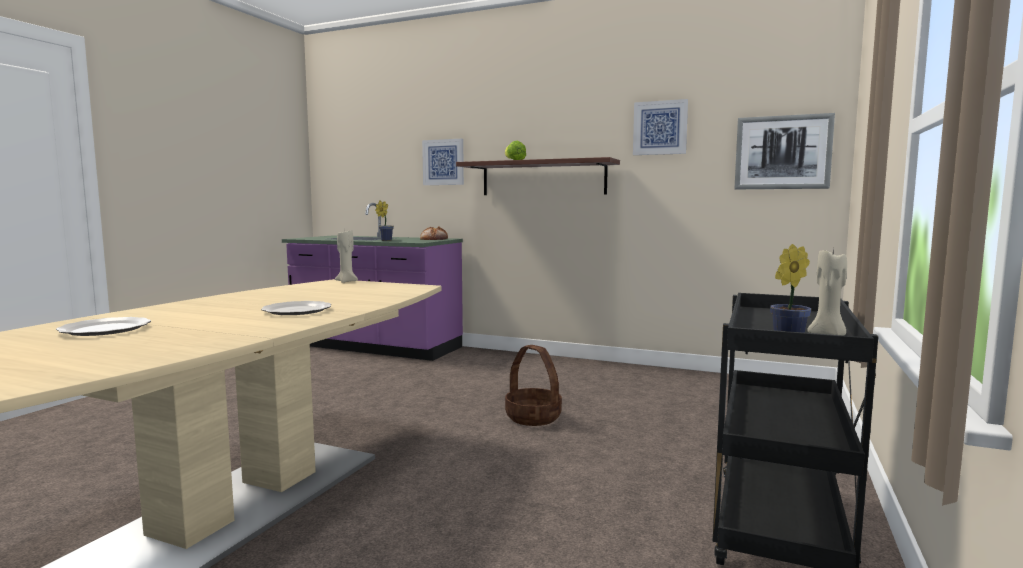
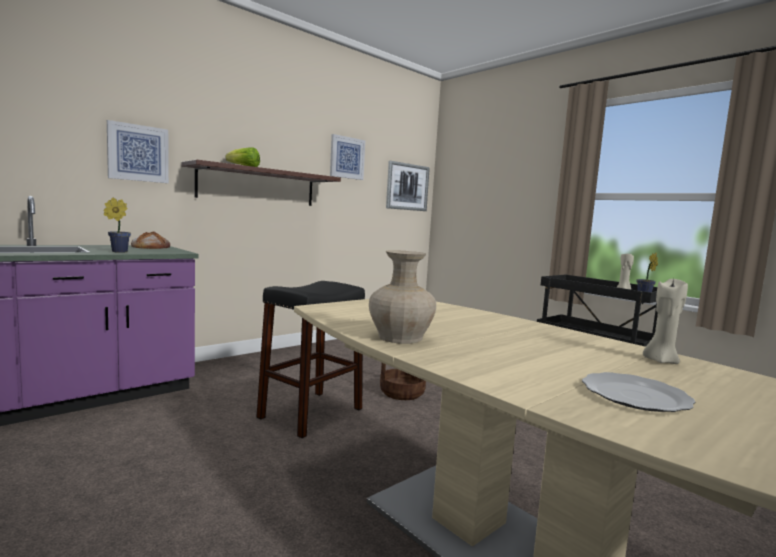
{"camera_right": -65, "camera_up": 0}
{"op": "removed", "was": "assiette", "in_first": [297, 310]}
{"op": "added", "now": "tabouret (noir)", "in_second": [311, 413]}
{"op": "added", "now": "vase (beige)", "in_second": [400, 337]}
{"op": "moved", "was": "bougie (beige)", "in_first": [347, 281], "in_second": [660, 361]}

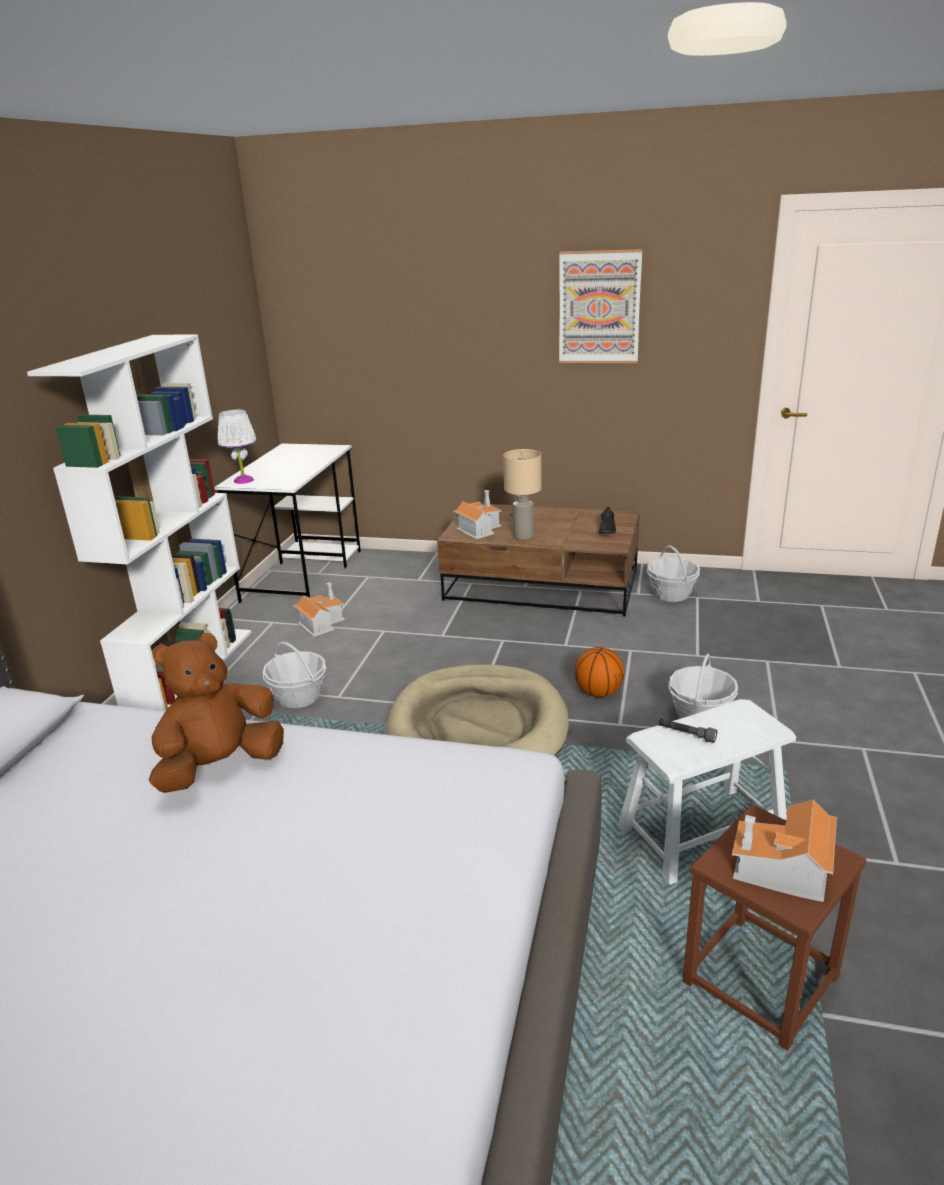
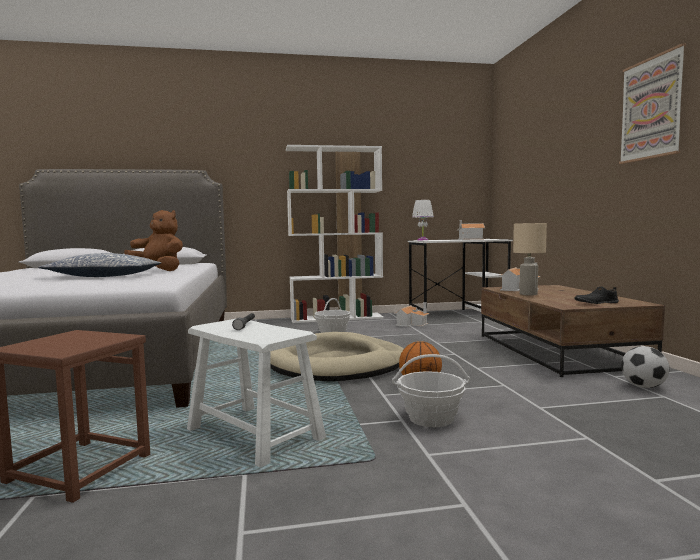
{"camera_right": 65, "camera_up": -20}
{"op": "added", "now": "coussin", "in_second": [103, 276]}
{"op": "moved", "was": "maison miniature", "in_first": [783, 870], "in_second": [468, 239]}
{"op": "replaced", "was": "panier", "now": "ballon de foot", "in_first": [671, 594], "in_second": [643, 386]}

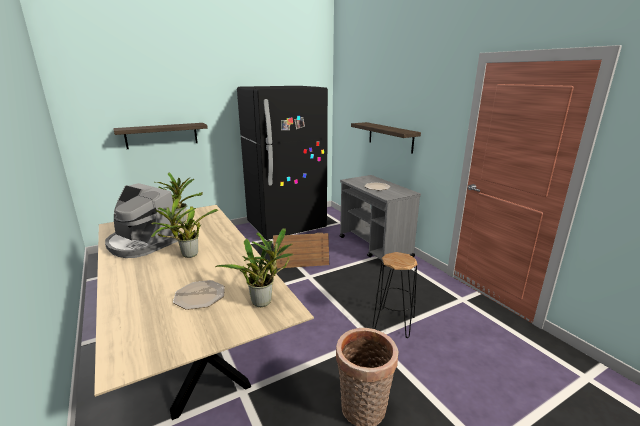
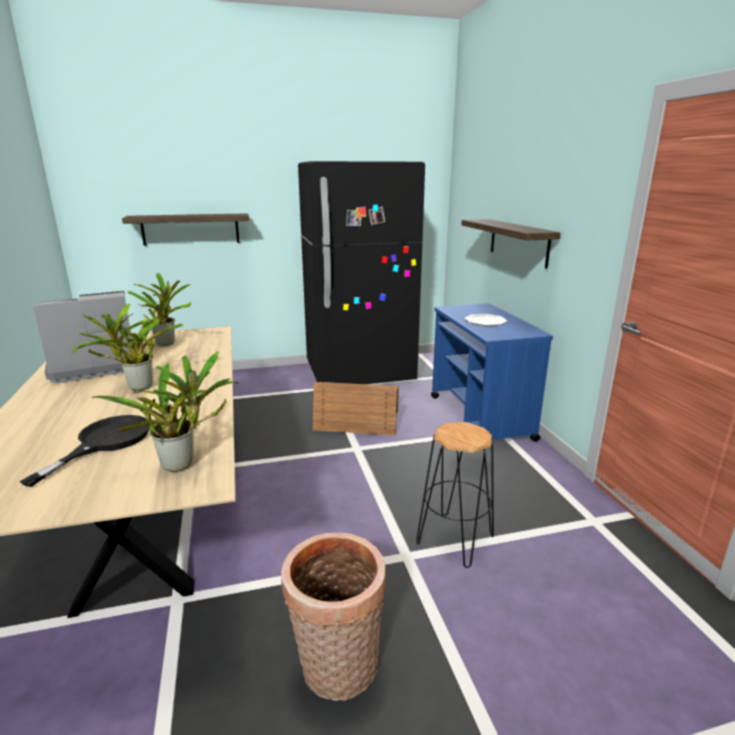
{"camera_right": 15, "camera_up": 0}
{"op": "replaced", "was": "assiette", "now": "poêle (noir)", "in_first": [199, 295], "in_second": [105, 442]}
{"op": "recoloured", "was": "chariot (gris)", "now": "chariot (bleu)", "in_first": [375, 247], "in_second": [480, 418]}
{"op": "turned", "was": "machine à café", "in_first": [141, 243], "in_second": [95, 366], "clockwise": 105}

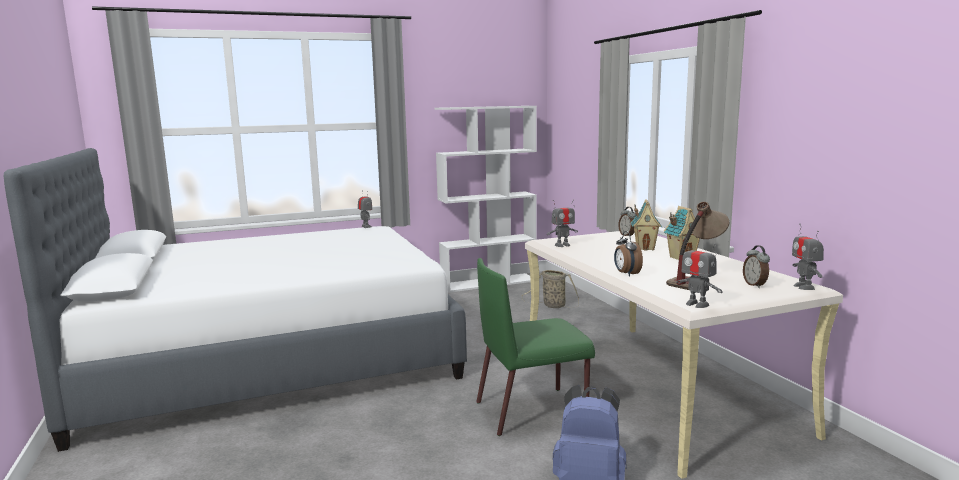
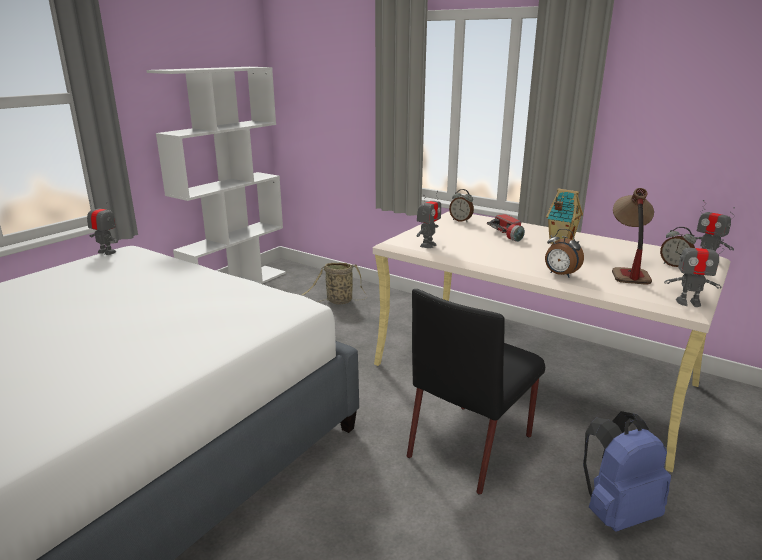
{"camera_right": -35, "camera_up": 10}
{"op": "replaced", "was": "maison miniature", "now": "lampe de poche", "in_first": [645, 248], "in_second": [507, 235]}
{"op": "recoloured", "was": "chaise (vert)", "now": "chaise (noir)", "in_first": [532, 410], "in_second": [471, 445]}

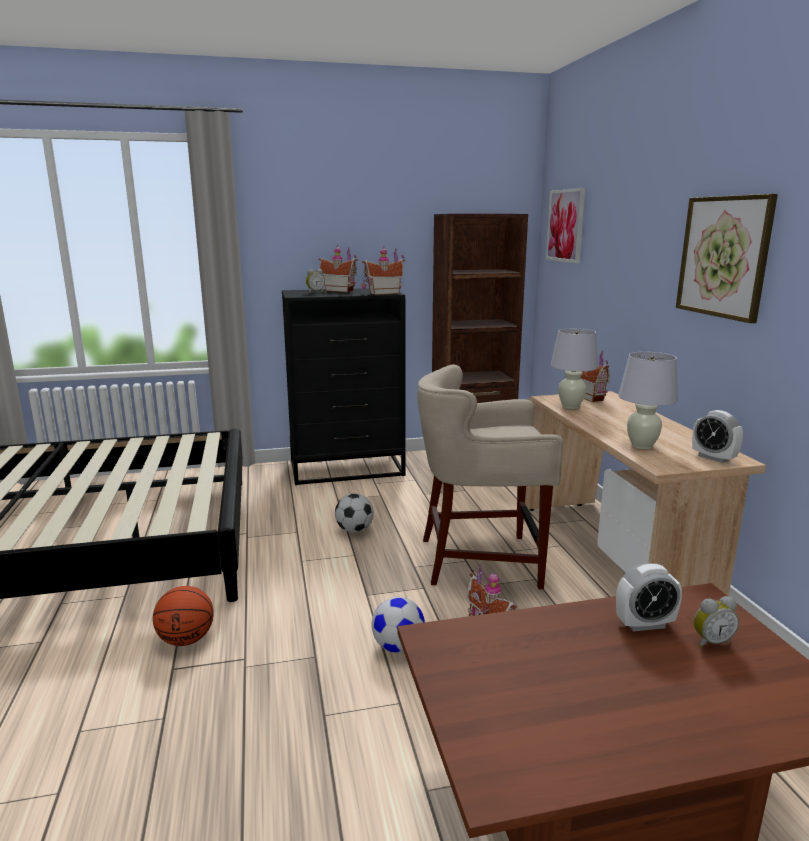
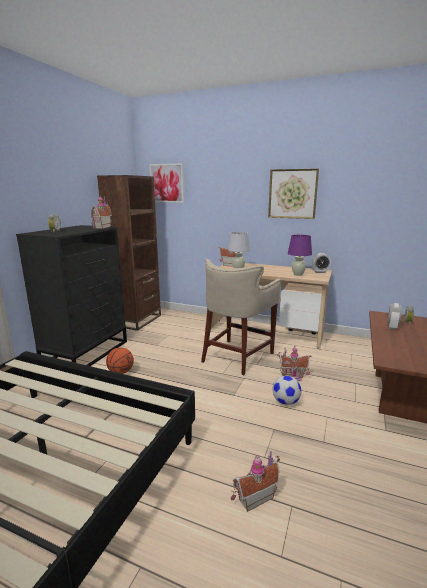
{"camera_right": -55, "camera_up": 0}
{"op": "removed", "was": "ballon de foot", "in_first": [354, 530]}
{"op": "moved", "was": "ballon de basket", "in_first": [186, 639], "in_second": [120, 372]}
{"op": "moved", "was": "maison miniature", "in_first": [340, 290], "in_second": [253, 497]}
{"op": "recoloured", "was": "lampe de table (blanc)", "now": "lampe de table (violet)", "in_first": [642, 446], "in_second": [298, 275]}

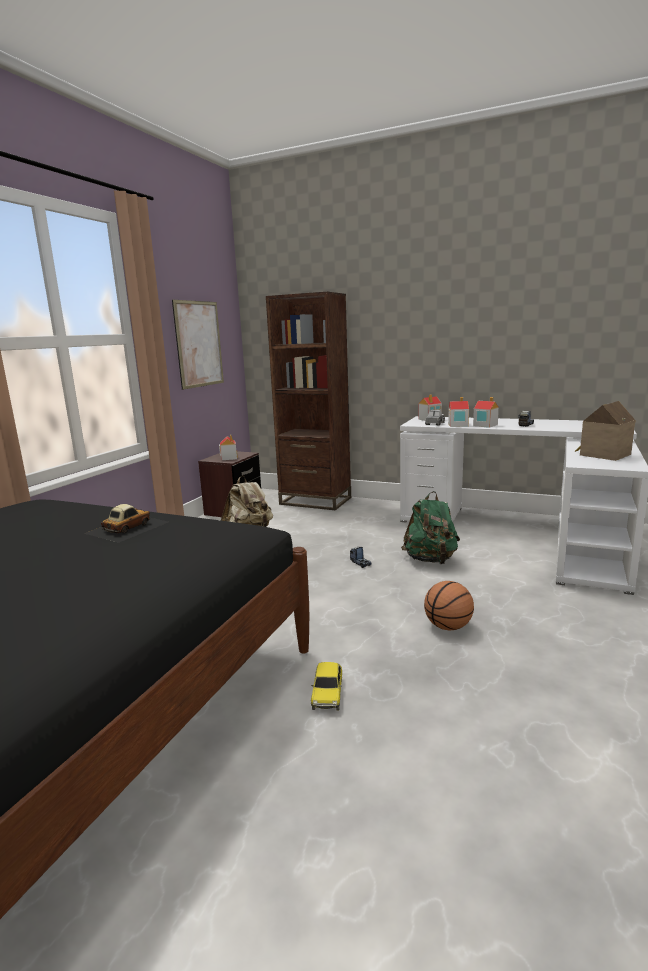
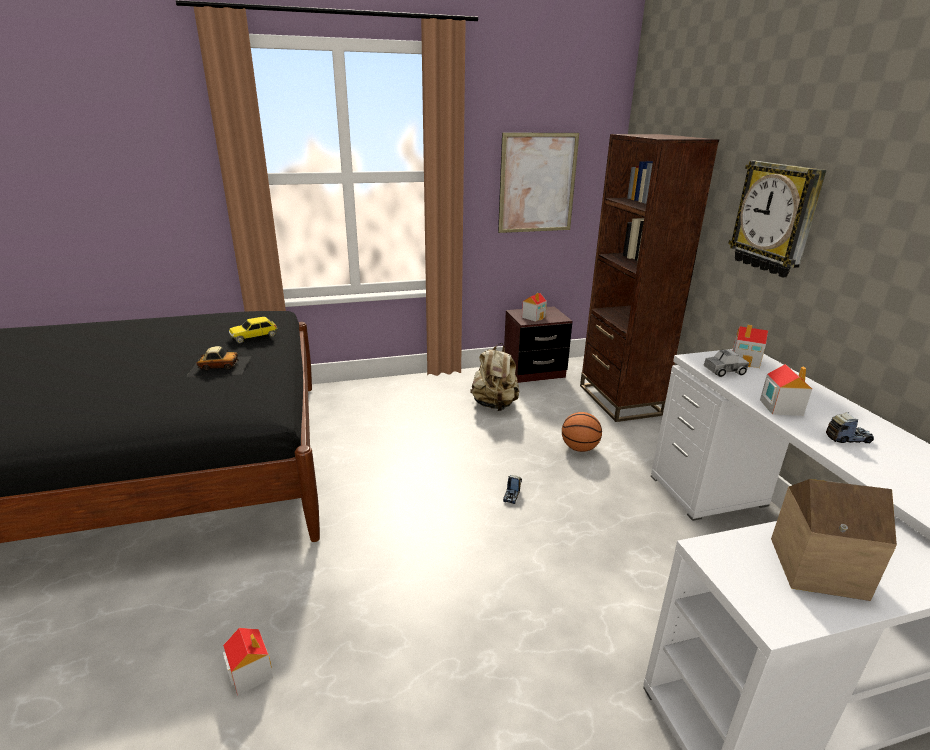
{"camera_right": 50, "camera_up": 10}
{"op": "removed", "was": "sac à dos (vert)", "in_first": [430, 560]}
{"op": "added", "now": "horloge murale", "in_second": [775, 218]}
{"op": "moved", "was": "petite voiture", "in_first": [327, 694], "in_second": [254, 336]}
{"op": "moved", "was": "ballon de basket", "in_first": [448, 627], "in_second": [579, 448]}
{"op": "moved", "was": "maison miniature", "in_first": [457, 425], "in_second": [250, 672]}

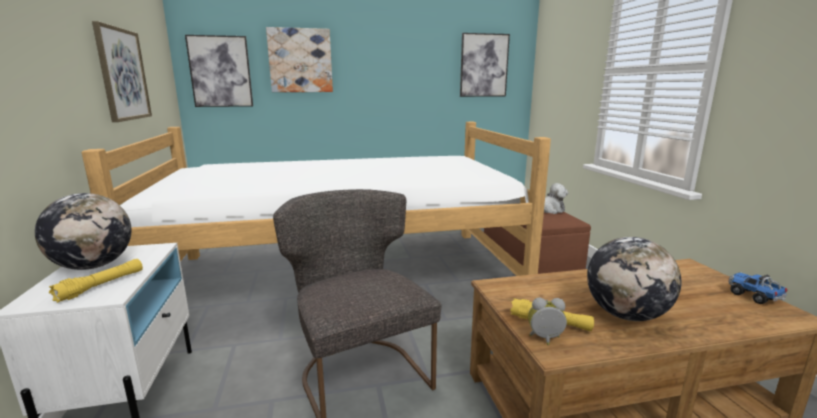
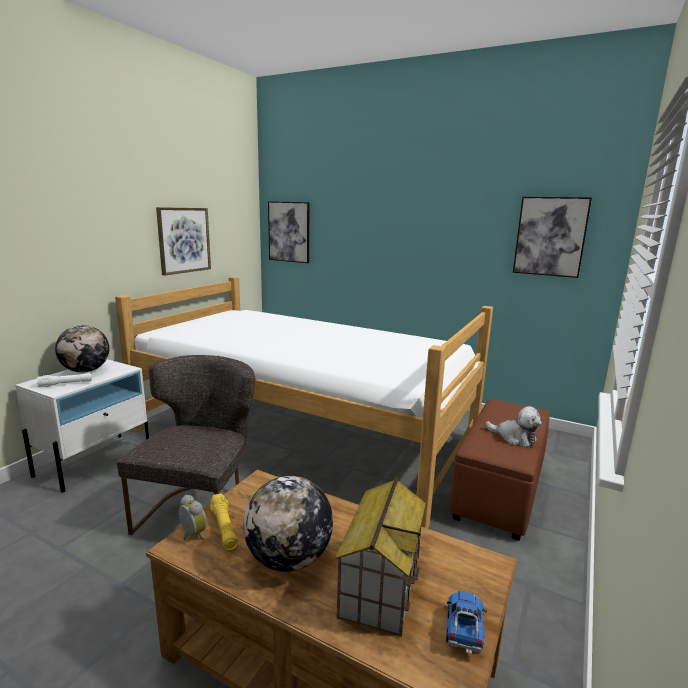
{"camera_right": 40, "camera_up": 0}
{"op": "removed", "was": "tableau", "in_first": [300, 60]}
{"op": "added", "now": "maison miniature", "in_second": [380, 584]}
{"op": "recoloured", "was": "lampe de poche (jaune)", "now": "lampe de poche (blanc)", "in_first": [101, 286], "in_second": [66, 384]}

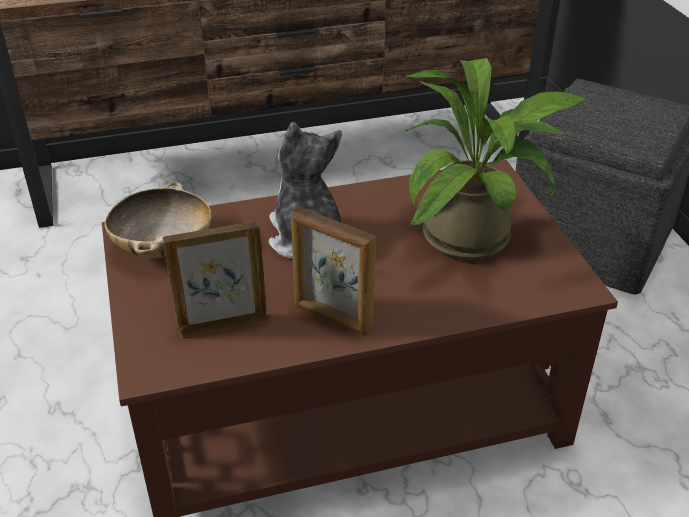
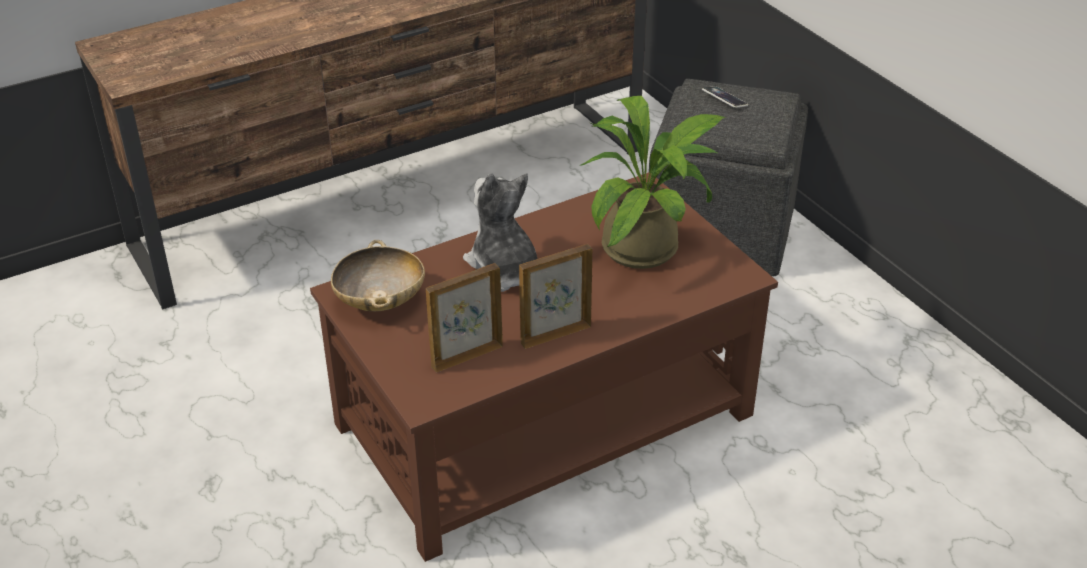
{"camera_right": -15, "camera_up": 0}
{"op": "added", "now": "téléphone", "in_second": [724, 100]}
{"op": "turned", "was": "cadre photo", "in_first": [332, 318], "in_second": [555, 334], "clockwise": 135}

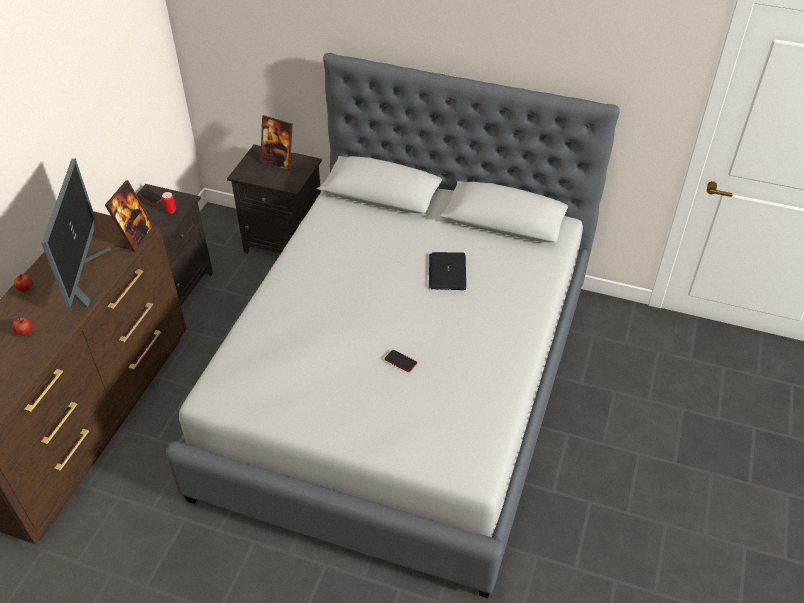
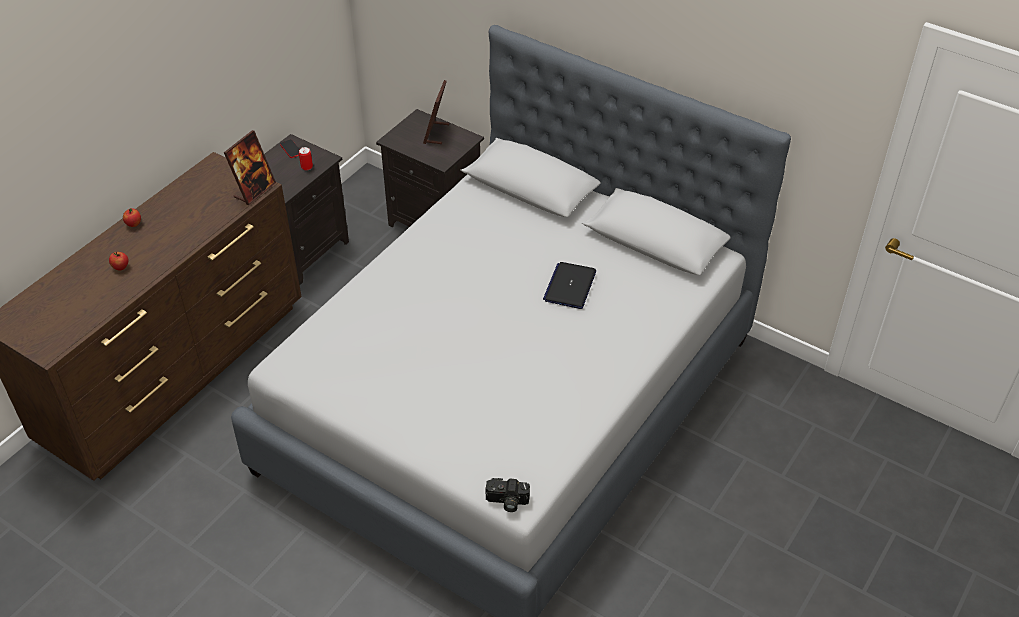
{"camera_right": 15, "camera_up": 0}
{"op": "removed", "was": "écran d'ordinateur", "in_first": [82, 275]}
{"op": "removed", "was": "téléphone", "in_first": [400, 361]}
{"op": "added", "now": "appareil photo", "in_second": [507, 502]}
{"op": "turned", "was": "cadre photo", "in_first": [278, 162], "in_second": [436, 133], "clockwise": 60}

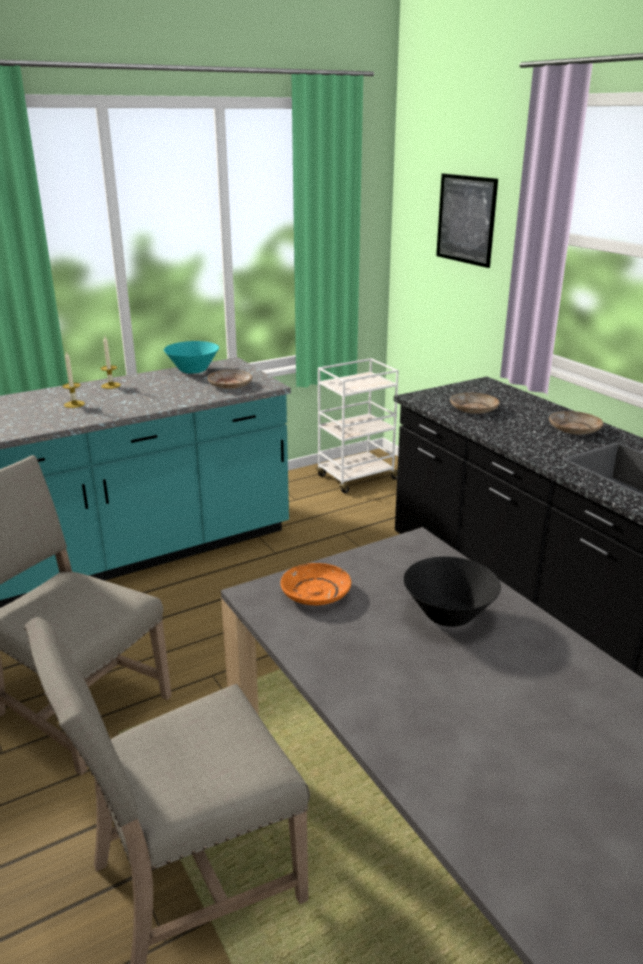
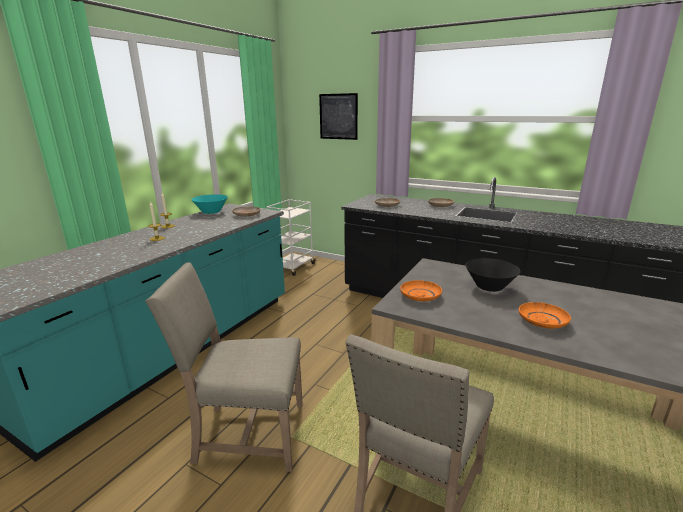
{"camera_right": -30, "camera_up": -5}
{"op": "added", "now": "assiette (orange)", "in_second": [542, 321]}

